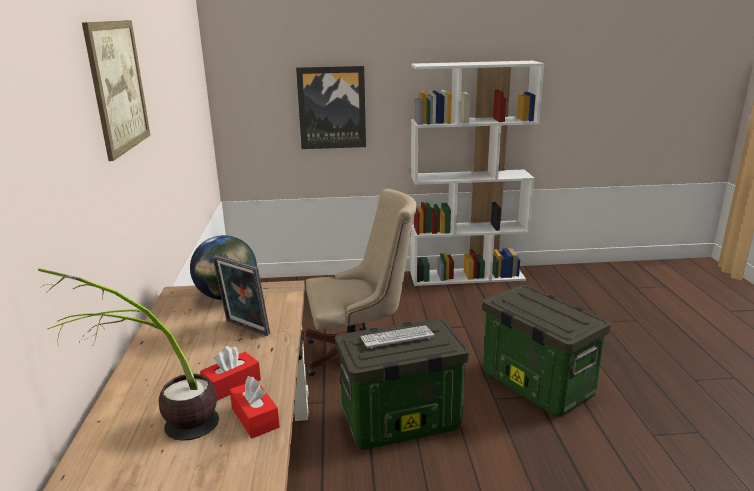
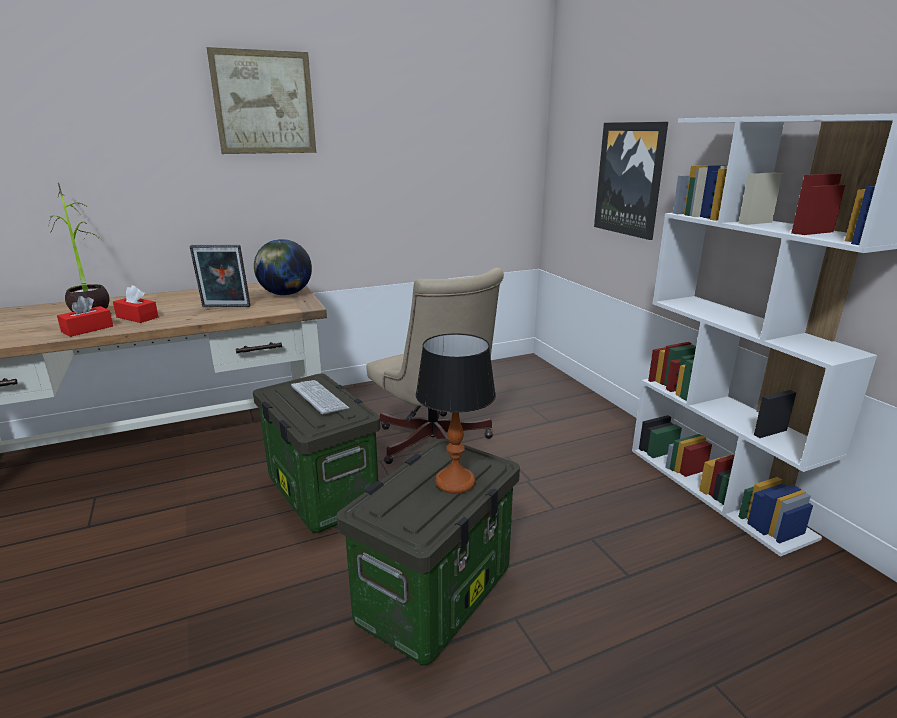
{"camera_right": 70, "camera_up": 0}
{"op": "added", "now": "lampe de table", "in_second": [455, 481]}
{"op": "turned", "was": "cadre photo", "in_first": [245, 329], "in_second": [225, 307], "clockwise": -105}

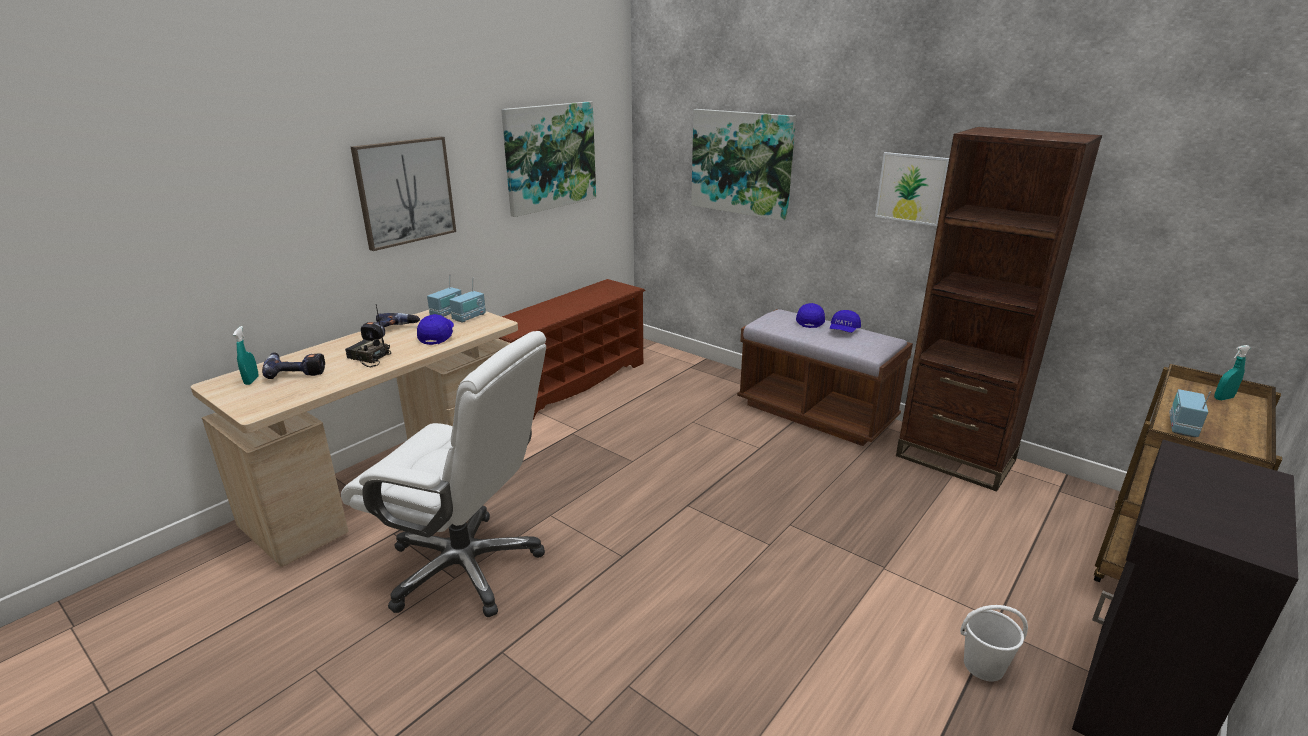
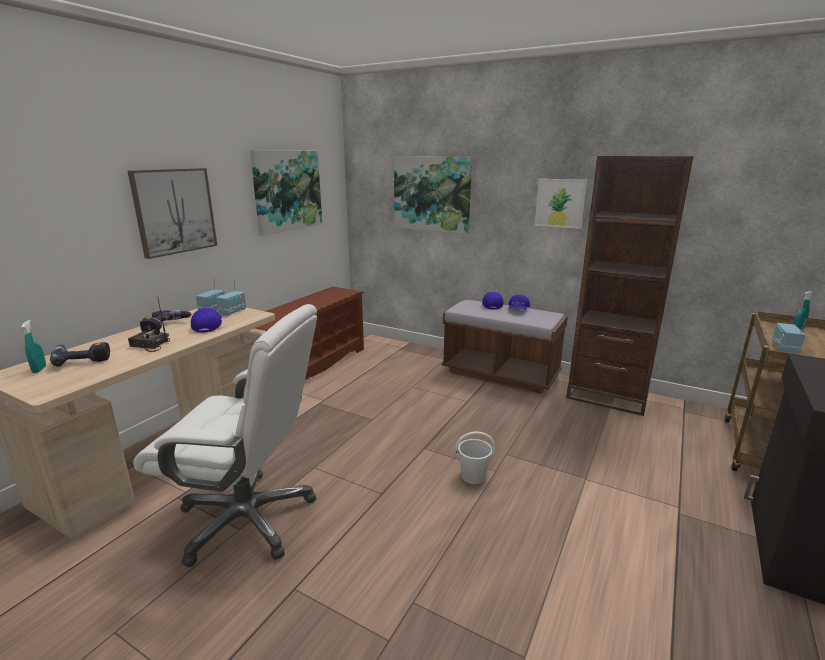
{"camera_right": -10, "camera_up": -5}
{"op": "moved", "was": "seau (blanc)", "in_first": [982, 666], "in_second": [473, 476]}

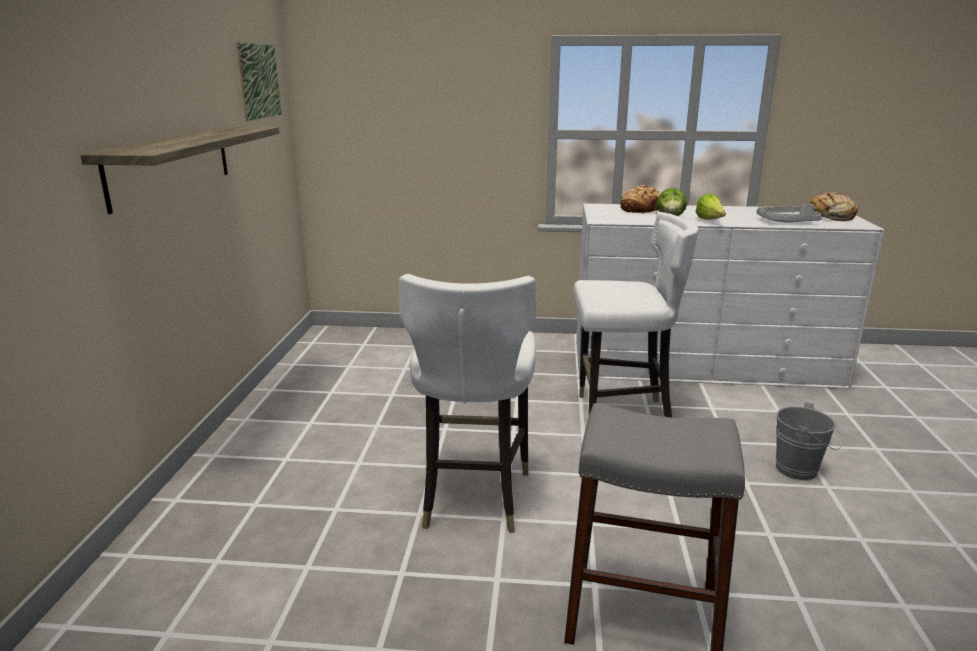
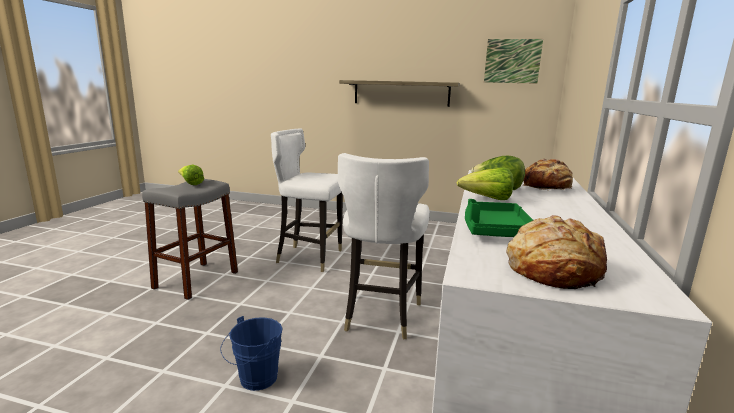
{"camera_right": 100, "camera_up": -5}
{"op": "added", "now": "laitue", "in_second": [190, 183]}
{"op": "recoloured", "was": "plateau (gris)", "now": "plateau (vert)", "in_first": [787, 222], "in_second": [494, 230]}
{"op": "recoloured", "was": "seau (gris)", "now": "seau (bleu)", "in_first": [801, 471], "in_second": [255, 380]}

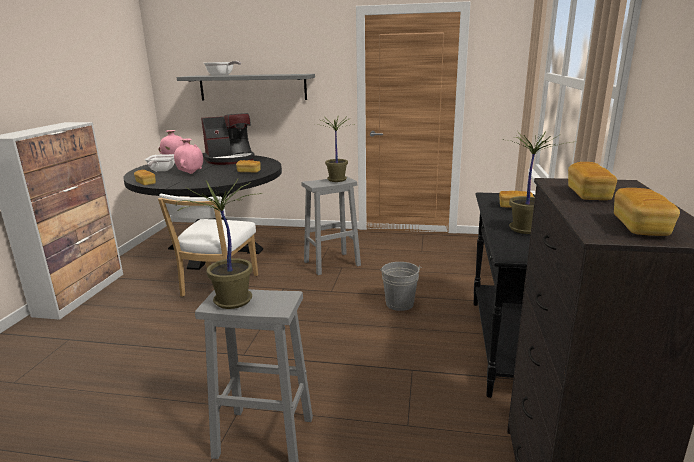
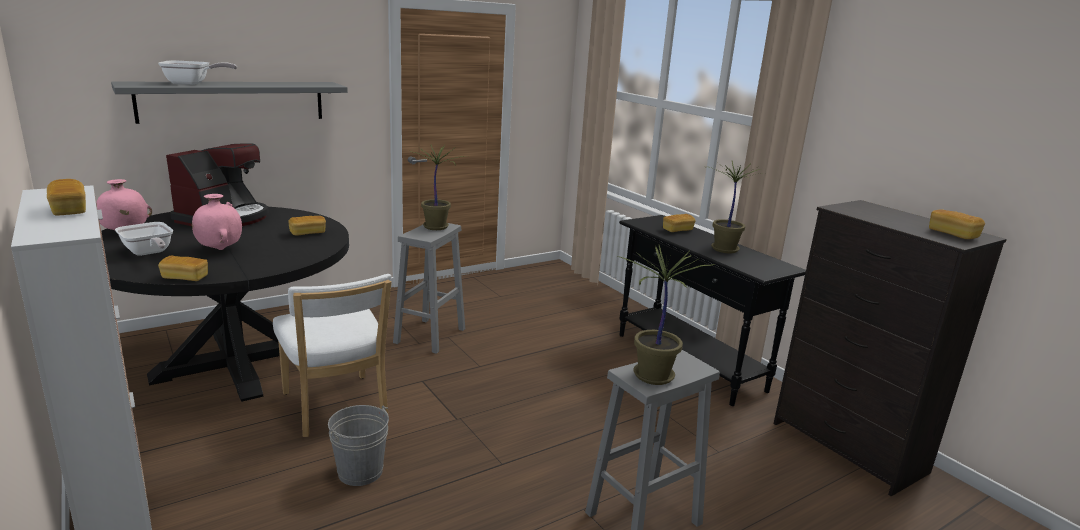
{"camera_right": -45, "camera_up": 0}
{"op": "moved", "was": "seau (gris)", "in_first": [399, 303], "in_second": [360, 472]}
{"op": "moved", "was": "pain", "in_first": [588, 194], "in_second": [69, 210]}

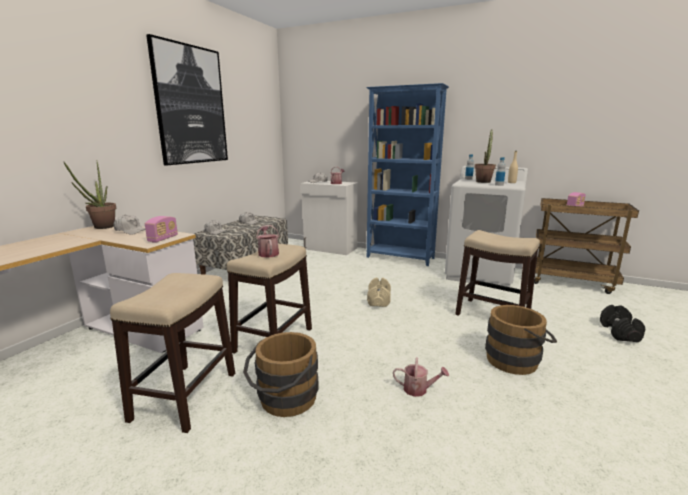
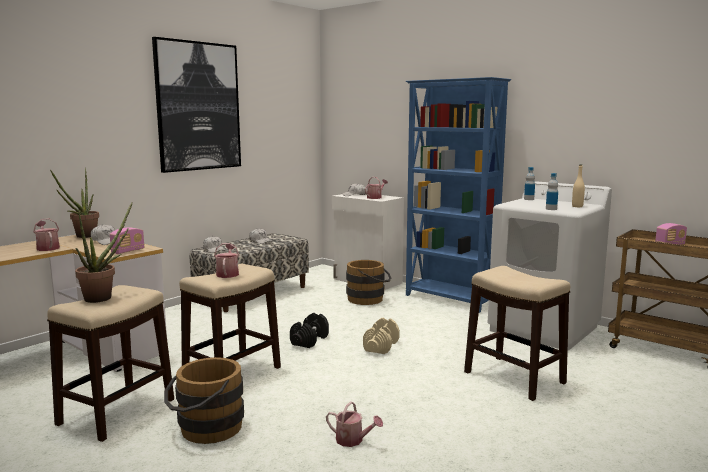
{"camera_right": 15, "camera_up": -5}
{"op": "added", "now": "arrosoir", "in_second": [47, 248]}
{"op": "moved", "was": "plante en pot", "in_first": [483, 181], "in_second": [103, 297]}
{"op": "moved", "was": "seau (marron)", "in_first": [516, 360], "in_second": [369, 299]}
{"op": "moved", "was": "haltère (noir)", "in_first": [620, 333], "in_second": [310, 340]}

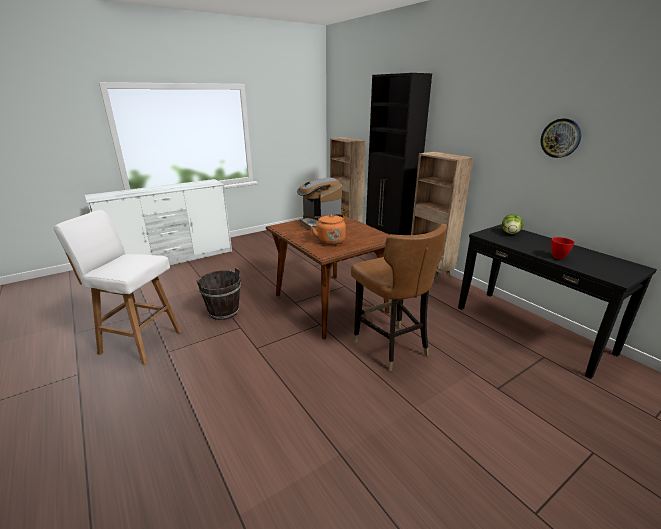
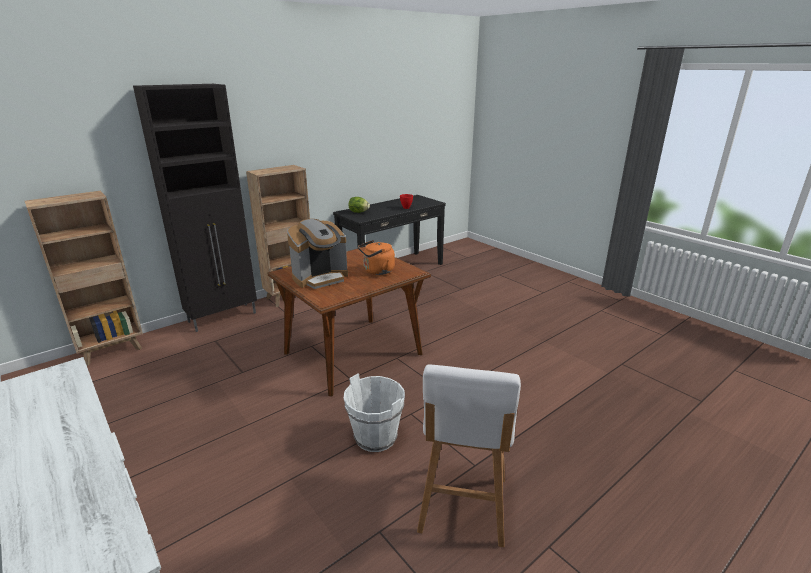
{"camera_right": -95, "camera_up": 0}
{"op": "removed", "was": "chaise (marron)", "in_first": [390, 346]}
{"op": "removed", "was": "horloge murale", "in_first": [560, 138]}
{"op": "recoloured", "was": "seau (marron)", "now": "seau (blanc)", "in_first": [224, 312], "in_second": [375, 437]}

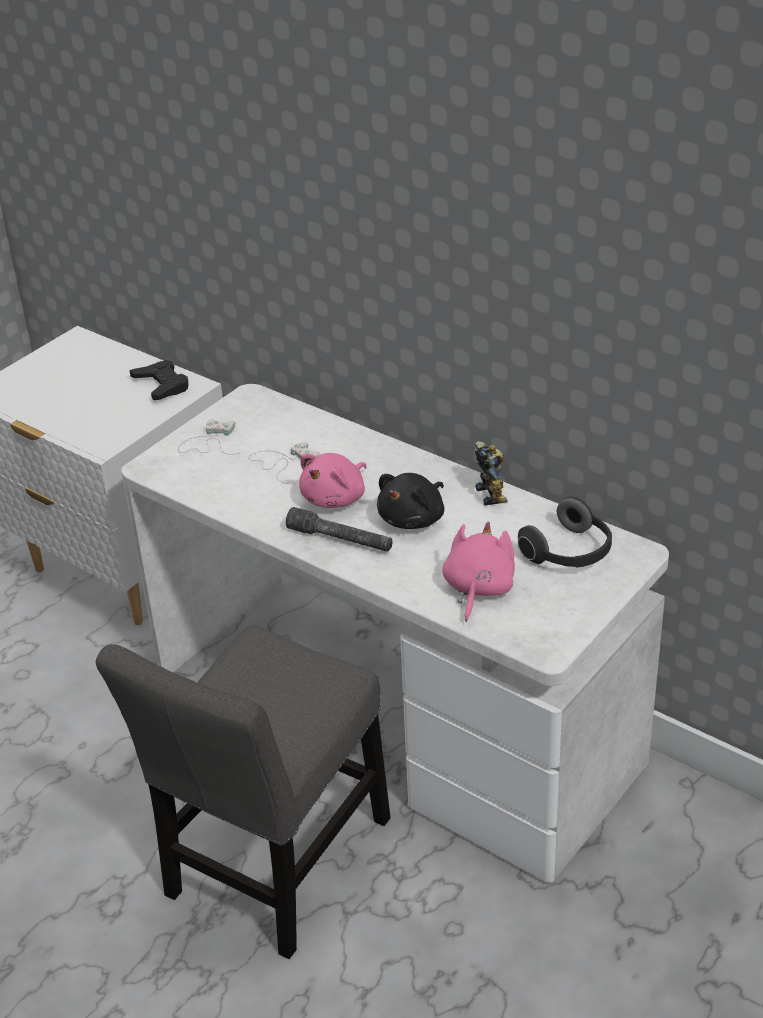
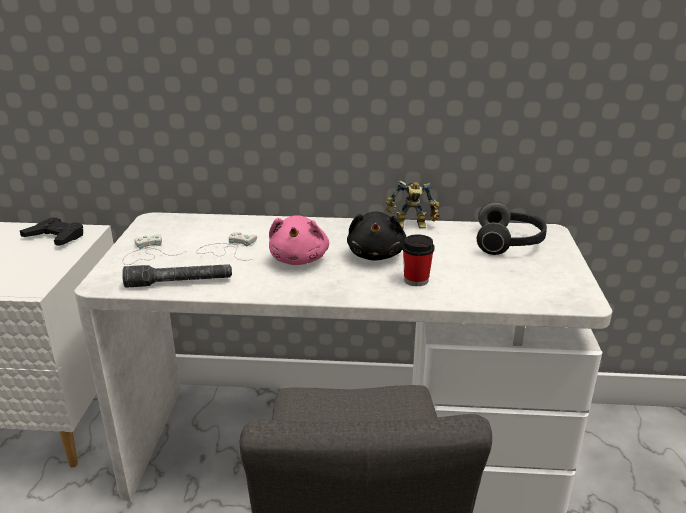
{"camera_right": -35, "camera_up": -10}
{"op": "removed", "was": "peluche (rose)", "in_first": [478, 589]}
{"op": "added", "now": "tasse", "in_second": [416, 280]}
{"op": "moved", "was": "lampe de poche (gris)", "in_first": [340, 540], "in_second": [179, 283]}
{"op": "turned", "was": "robot jouet", "in_first": [493, 493], "in_second": [412, 226], "clockwise": 135}

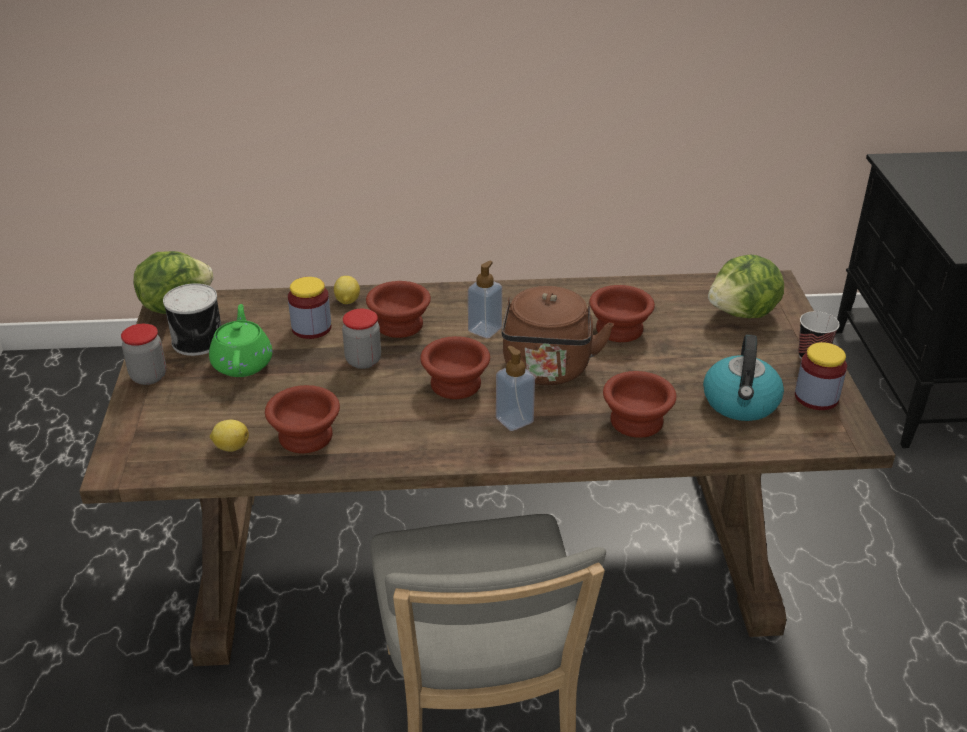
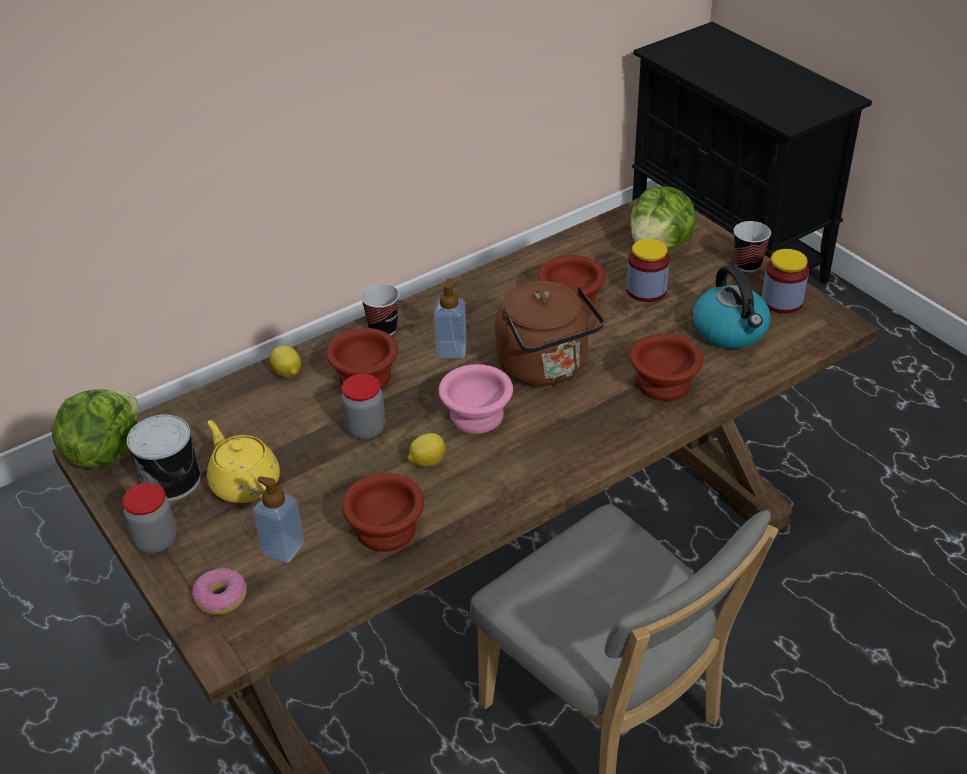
{"camera_right": -30, "camera_up": 5}
{"op": "added", "now": "beignet", "in_second": [221, 598]}
{"op": "added", "now": "tasse", "in_second": [383, 329]}
{"op": "moved", "was": "citron", "in_first": [231, 447], "in_second": [427, 462]}
{"op": "moved", "was": "bocal", "in_first": [311, 328], "in_second": [646, 290]}
{"op": "moved", "was": "distributeur de savon", "in_first": [514, 420], "in_second": [283, 548]}
{"op": "recoloured", "was": "théière (vert)", "now": "théière (jaune)", "in_first": [243, 363], "in_second": [244, 483]}
{"op": "recoloured", "was": "bol (marron)", "now": "bol (rose)", "in_first": [458, 384], "in_second": [478, 414]}

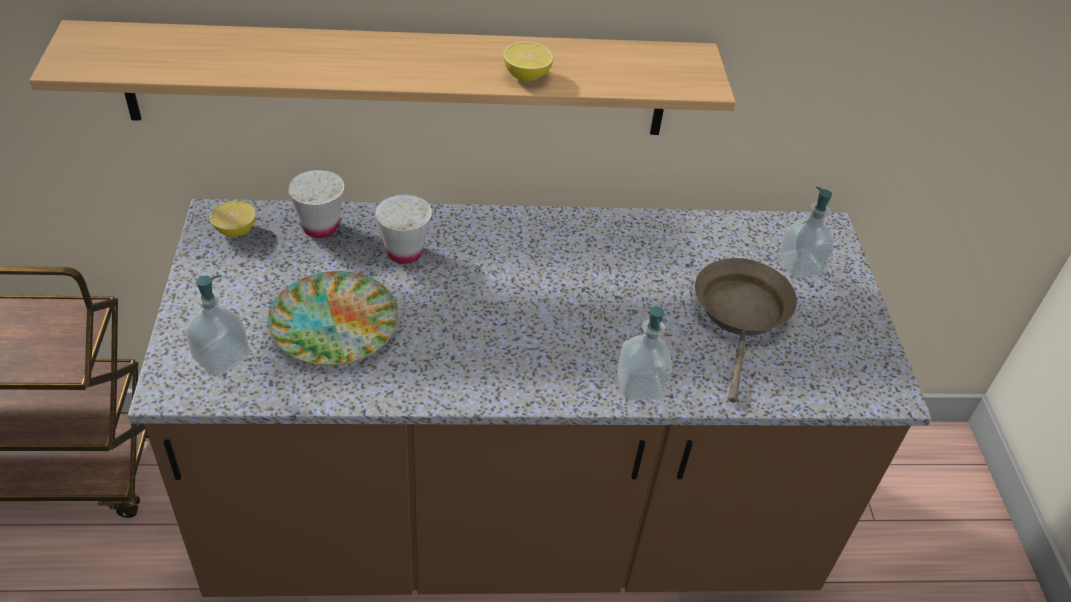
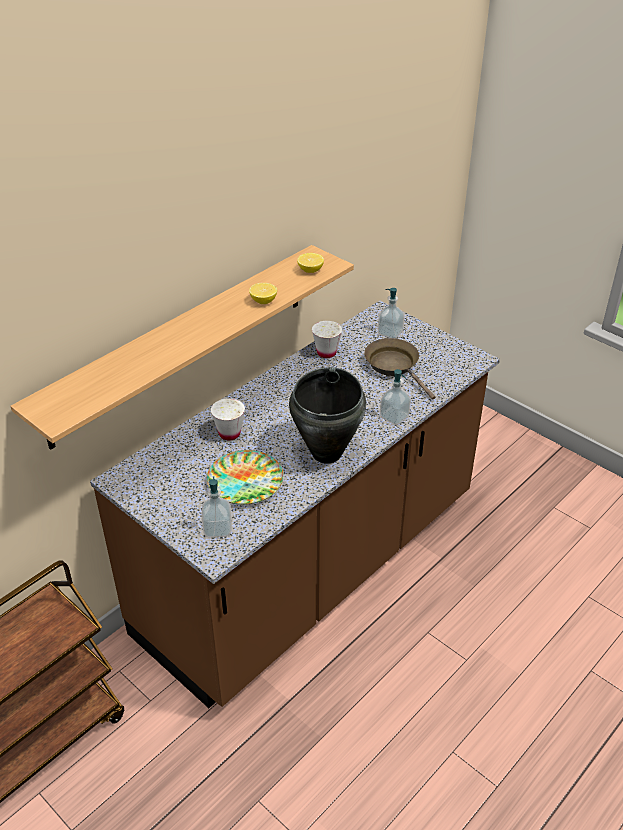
{"camera_right": -40, "camera_up": -5}
{"op": "added", "now": "marmite (noir)", "in_second": [327, 453]}
{"op": "moved", "was": "citron", "in_first": [235, 230], "in_second": [310, 270]}
{"op": "moved", "was": "tasse (blanc)", "in_first": [320, 227], "in_second": [326, 353]}

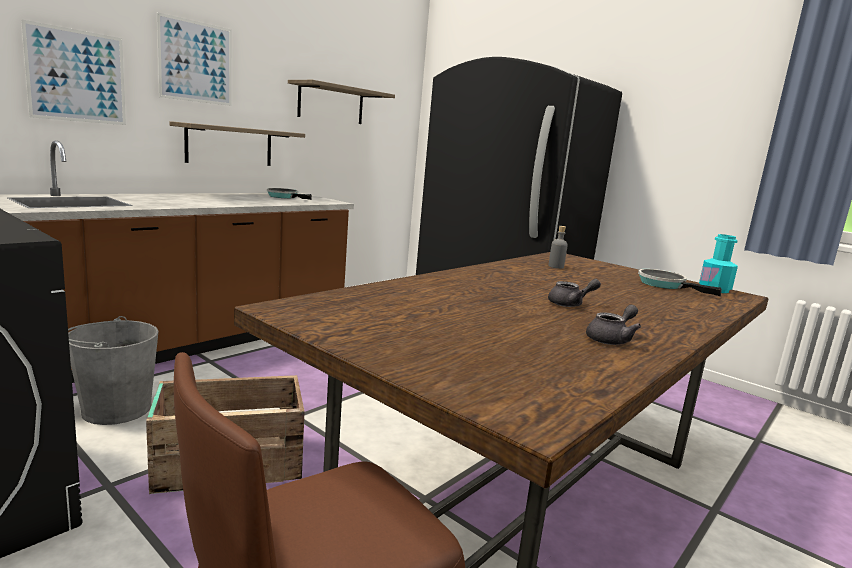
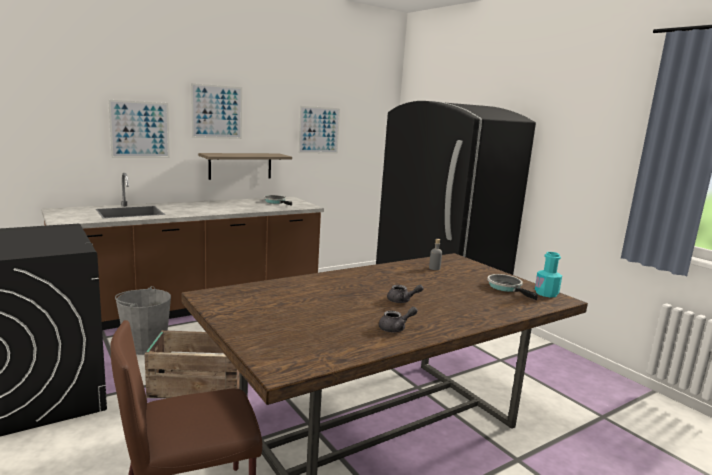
{"camera_right": 15, "camera_up": 0}
{"op": "replaced", "was": "étagère", "now": "tableau", "in_first": [331, 104], "in_second": [319, 130]}

